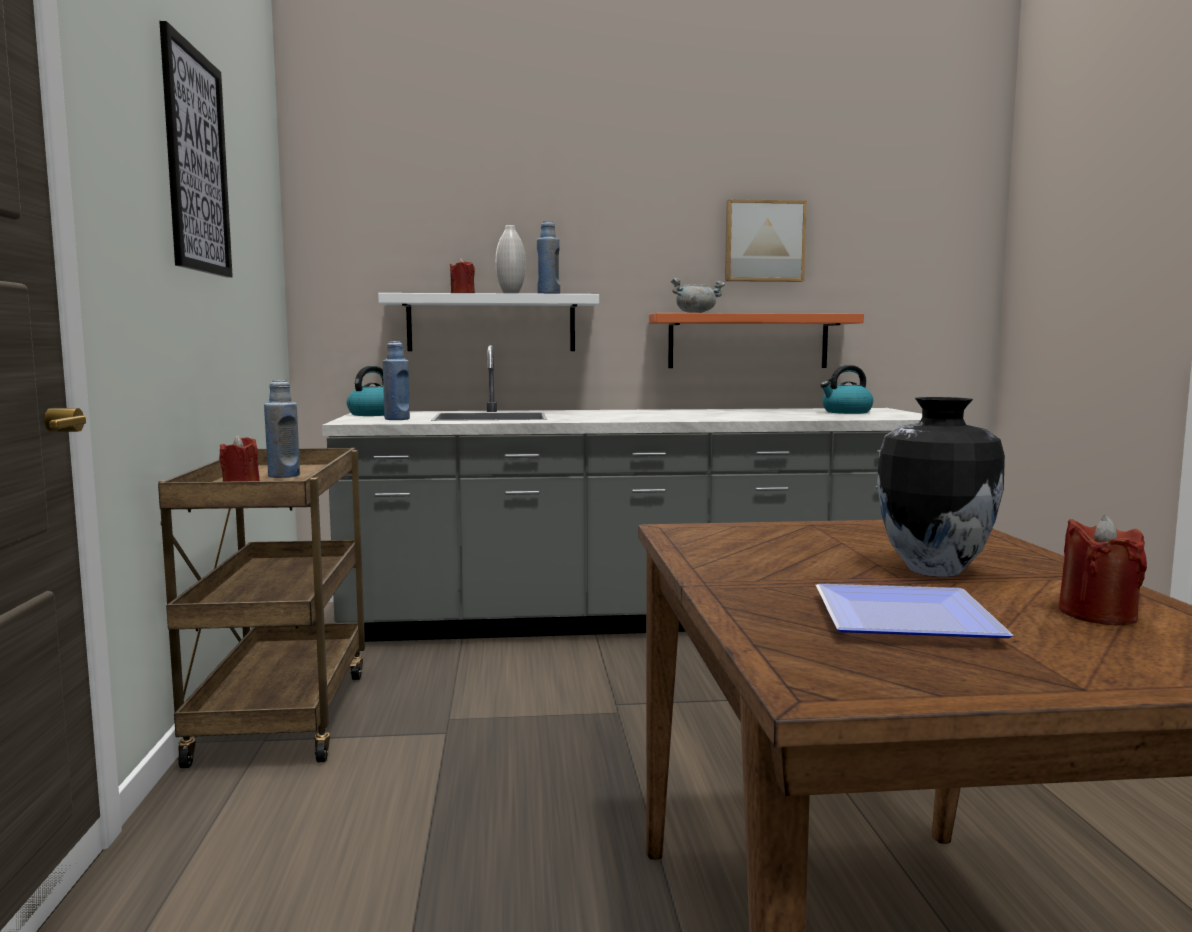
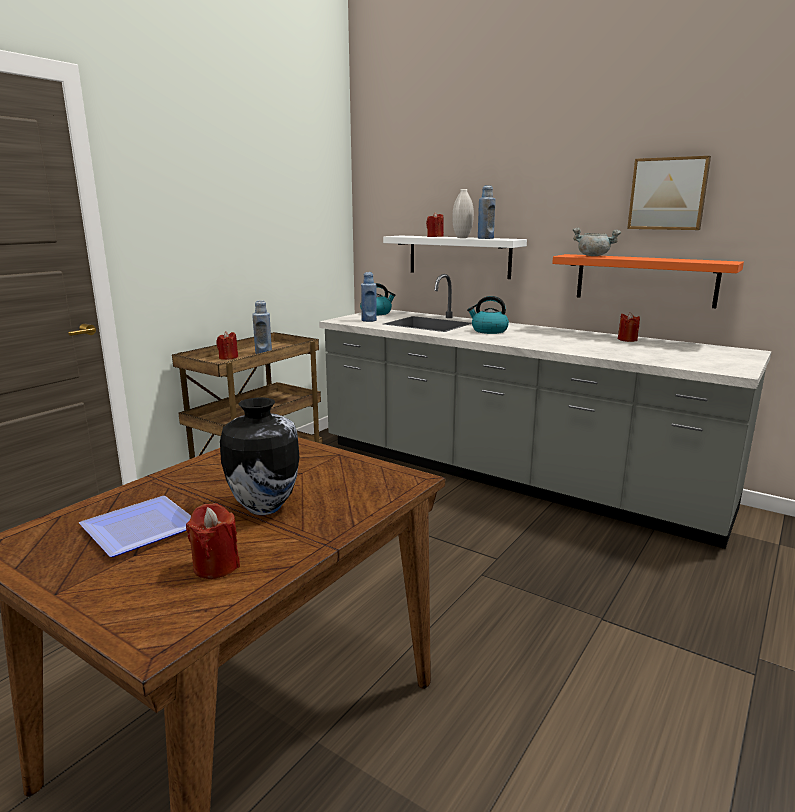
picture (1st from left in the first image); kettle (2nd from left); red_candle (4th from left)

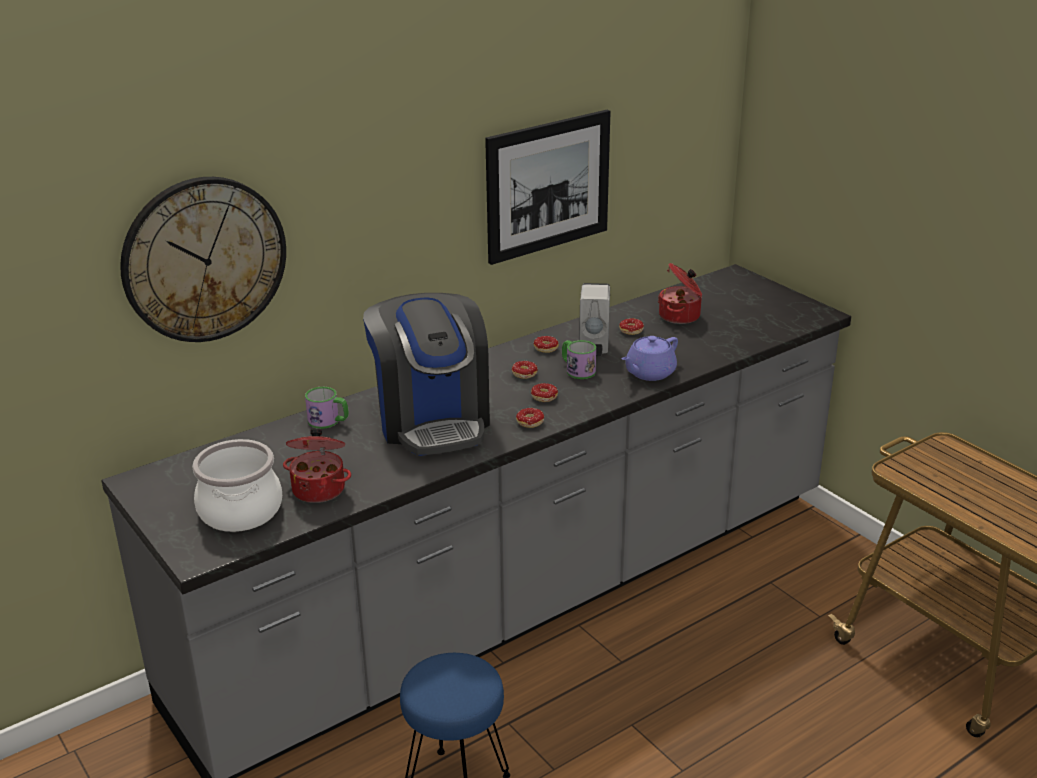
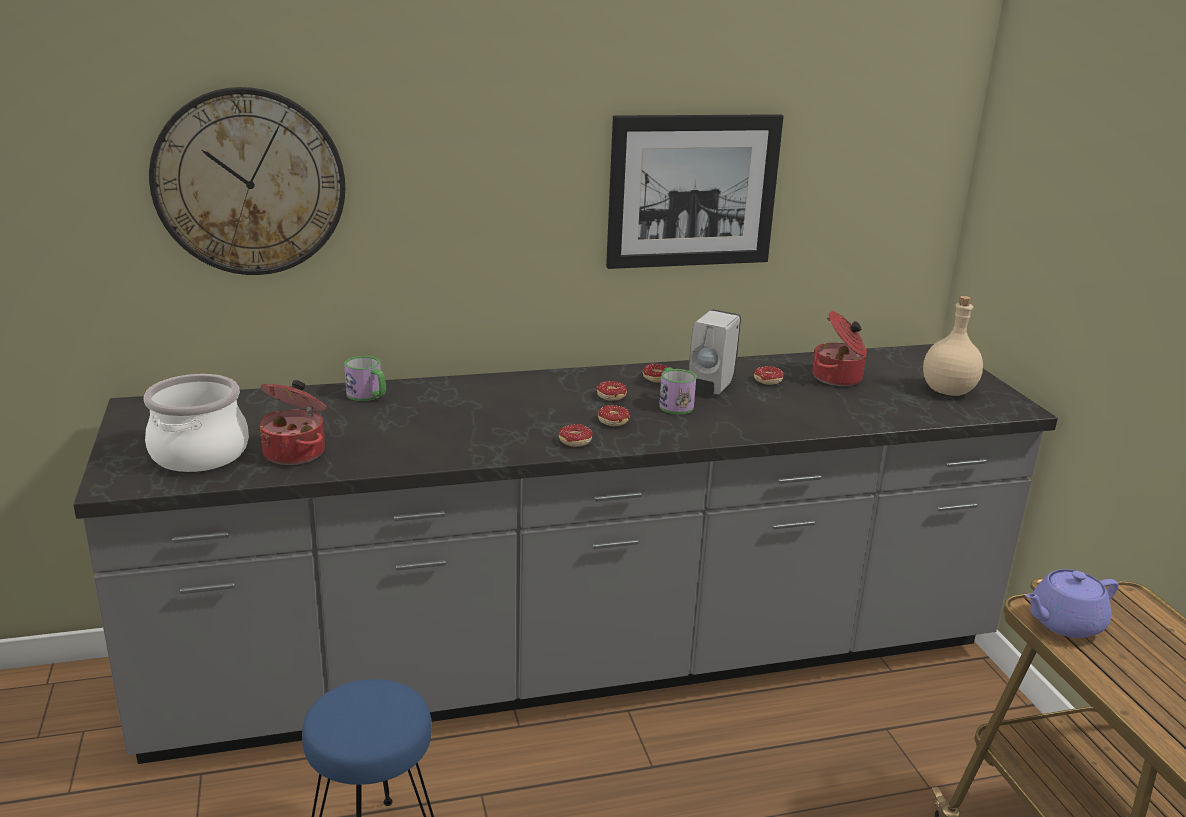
coffee_machine; purple_teapot; beige_bottle

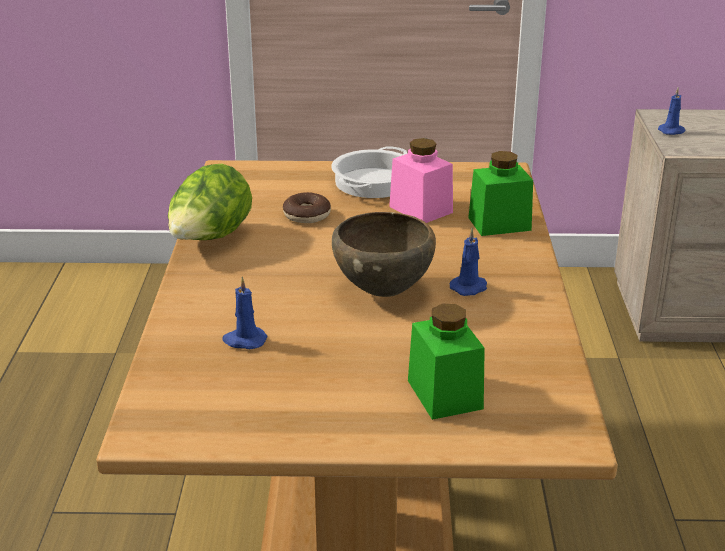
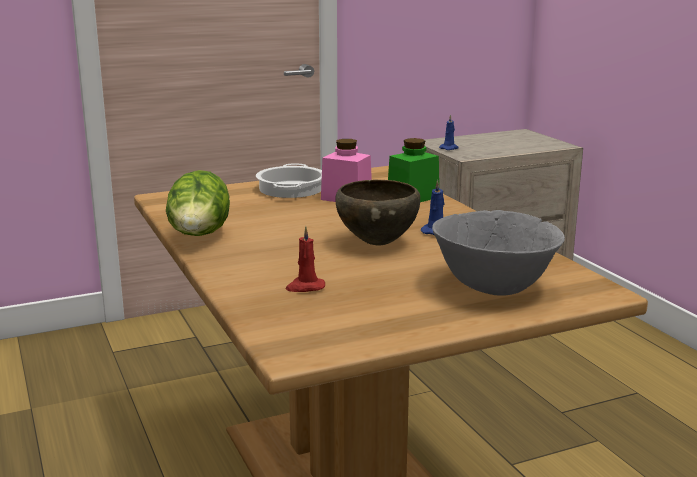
donut; red_candle; grey_bowl

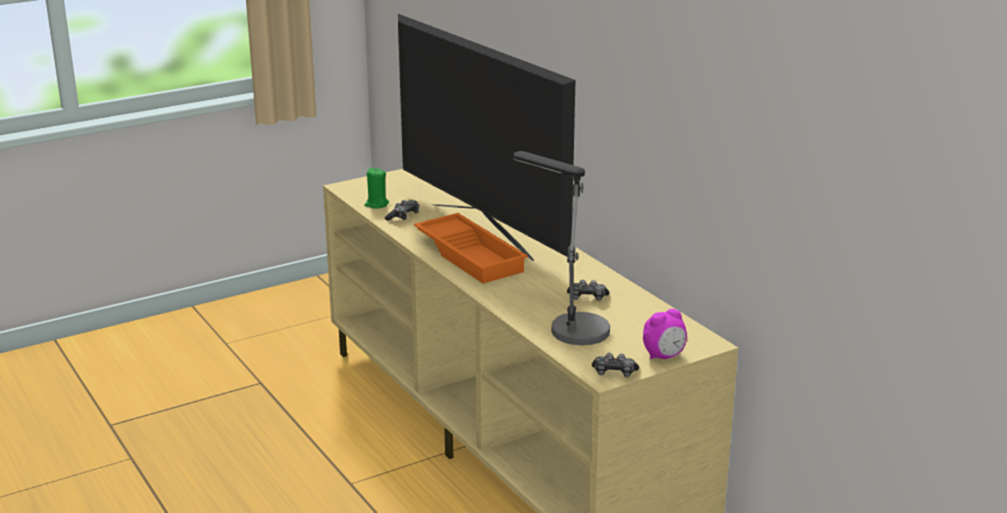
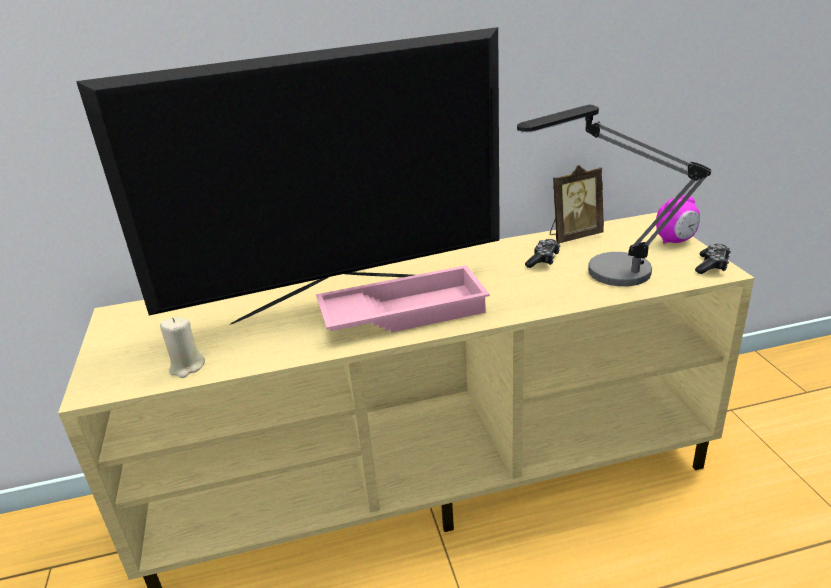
beige_candle; game_controller (1st from left in the first image); pink_tray; alarm_clock; picture_frame

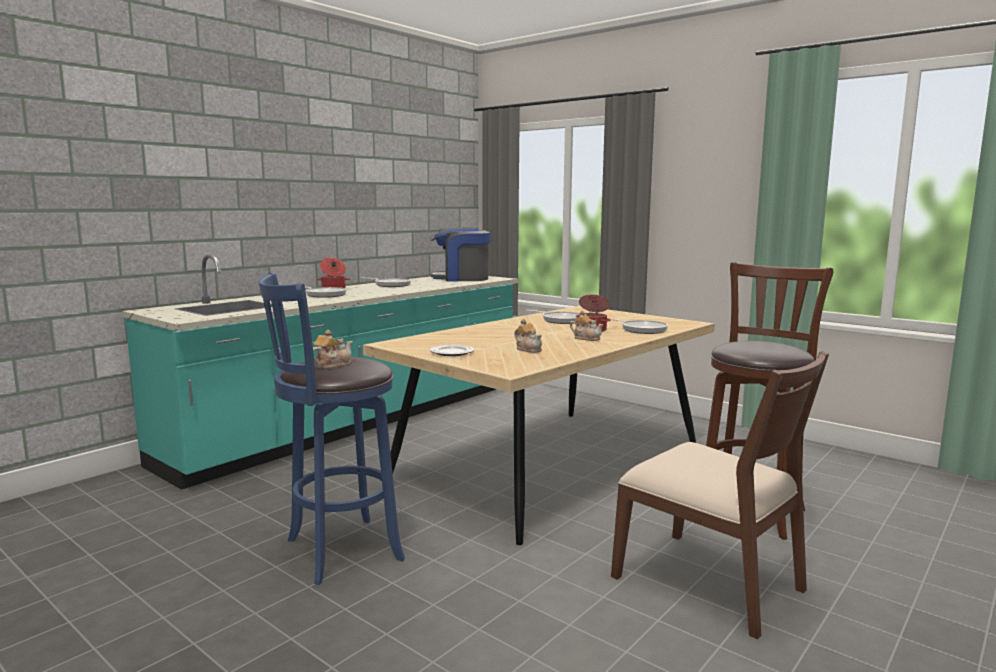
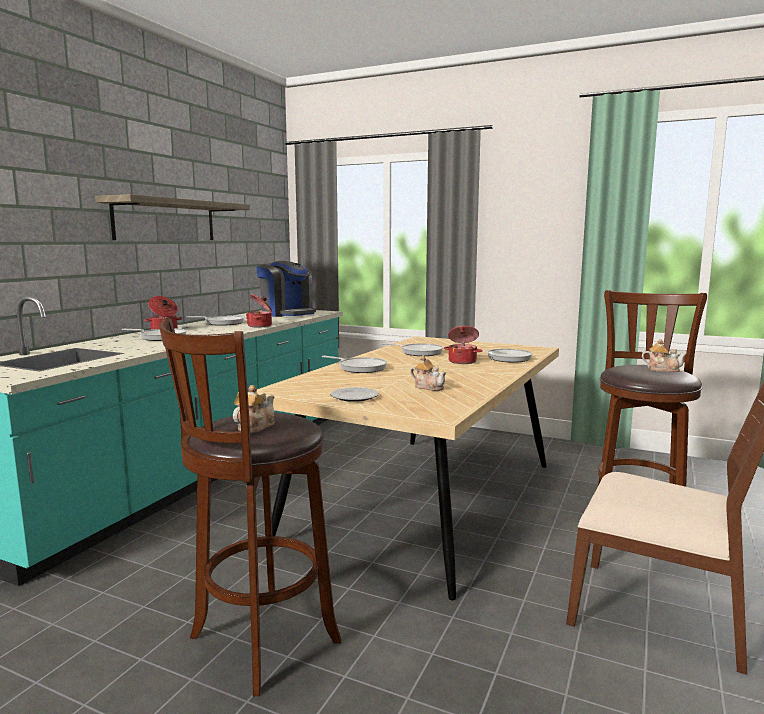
coffee_machine; brown_stool (1st from left); teapot (3rd from left); shelf; cooking_pot (2nd from left); frying_pan (3rd from left)

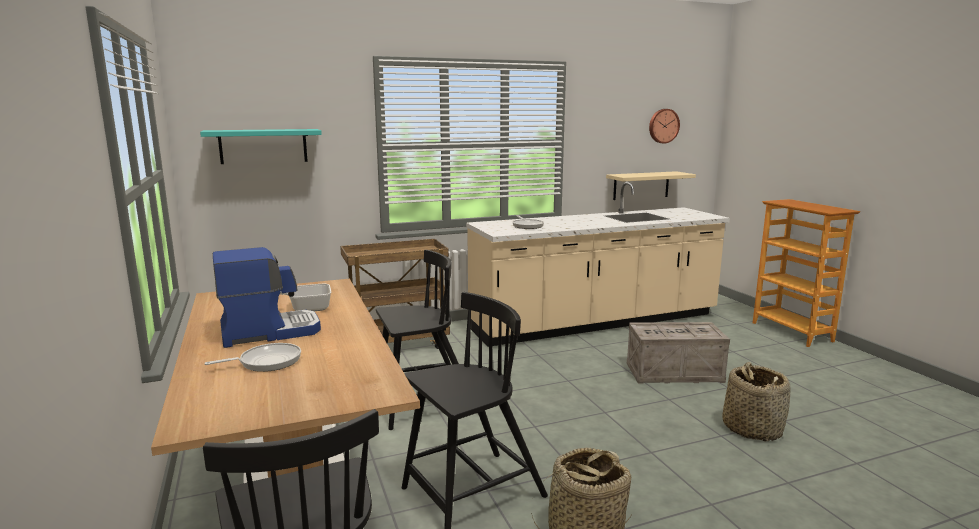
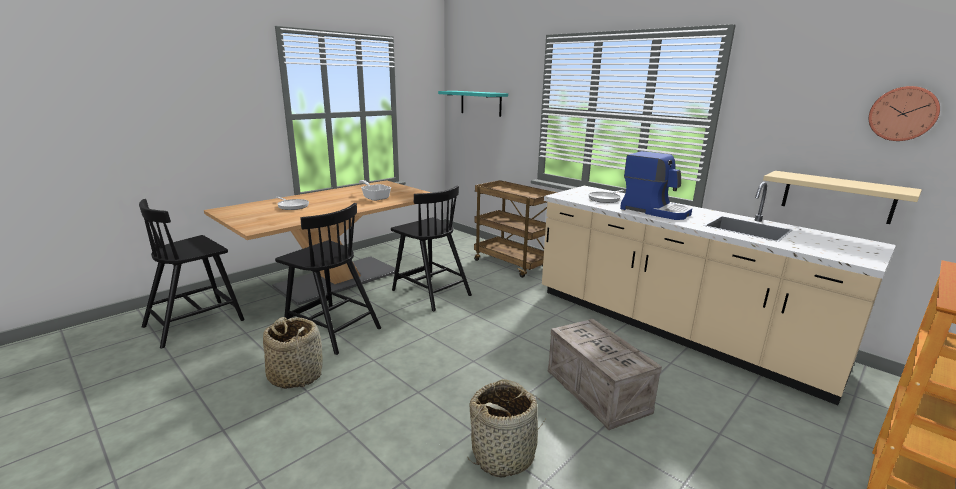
coffee_machine

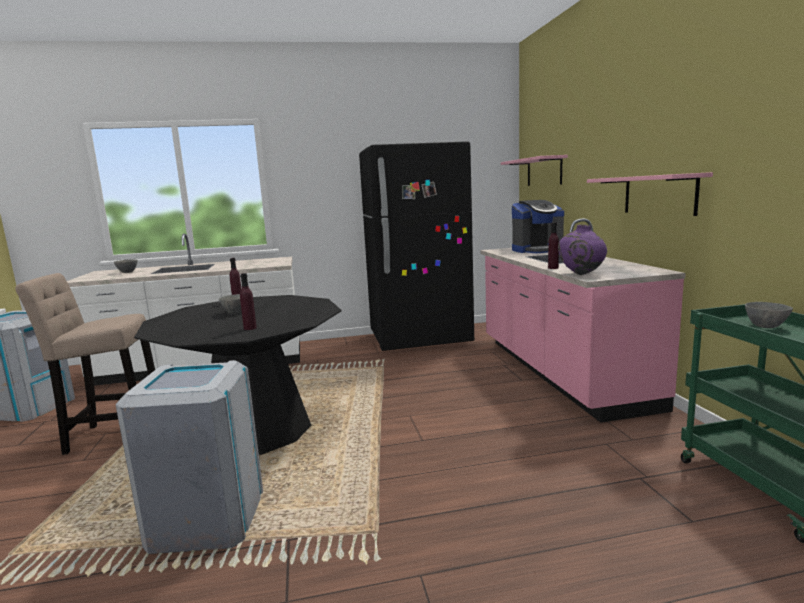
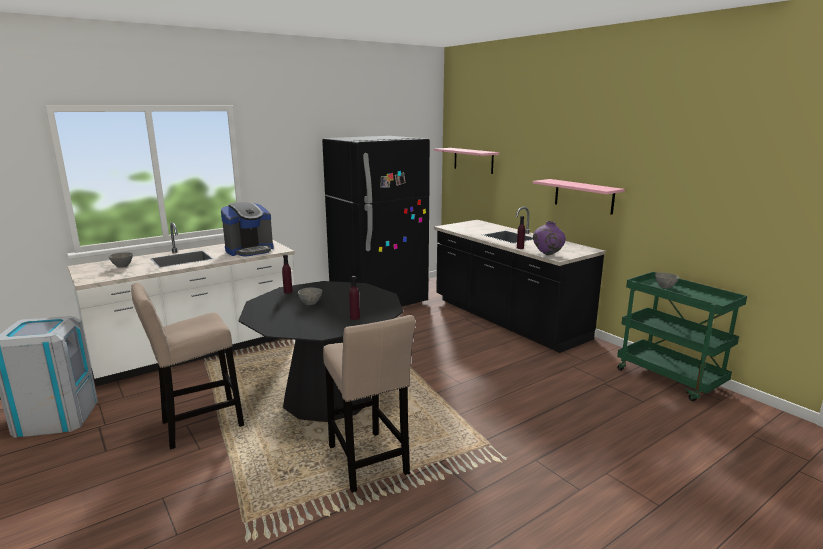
coffee_machine; black_counter; beige_stool (2nd from left)

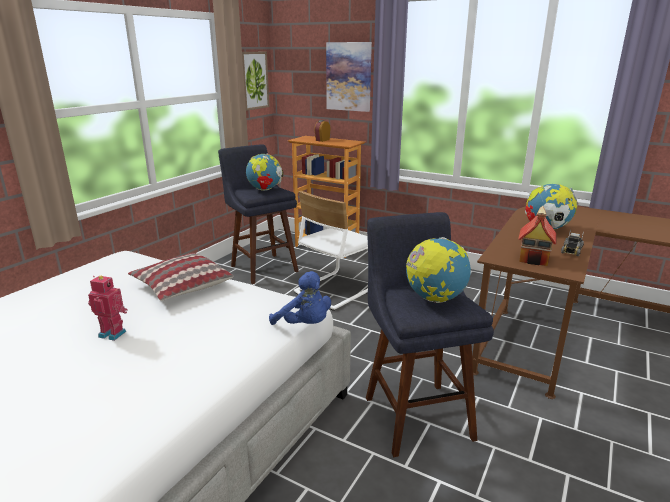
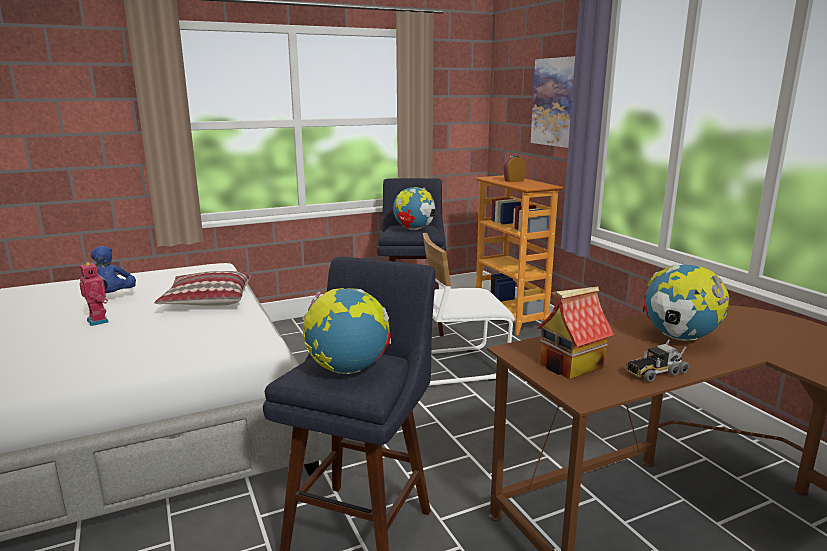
picture (1st from left in the first image); blue_plush_toy

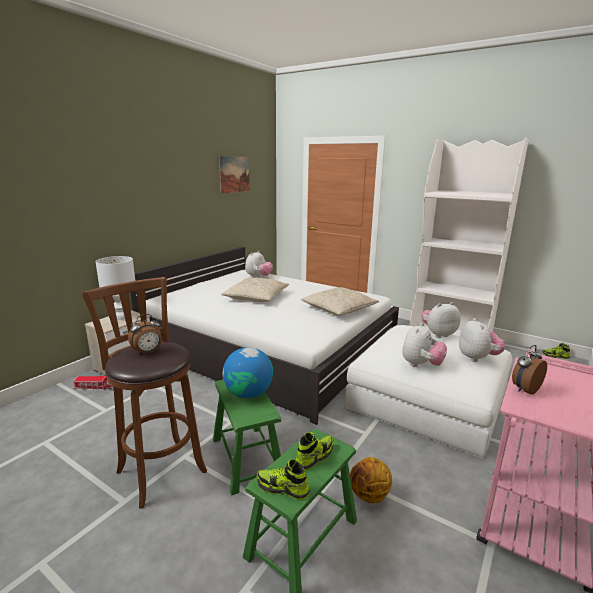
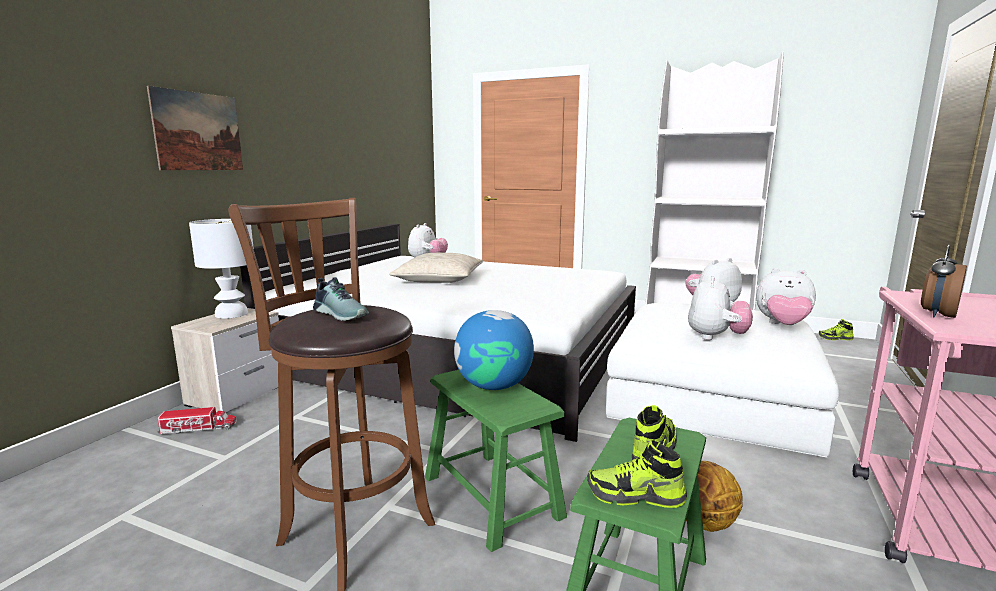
picture; beige_pillow (2nd from left in the first image); shoe (1st from left); plush_toy (4th from left)

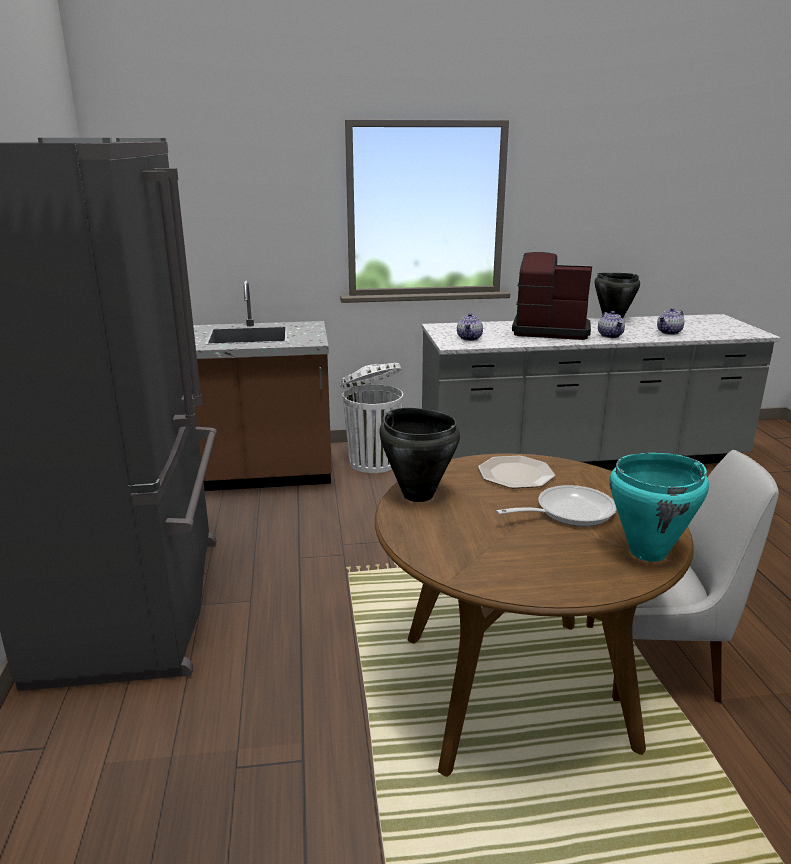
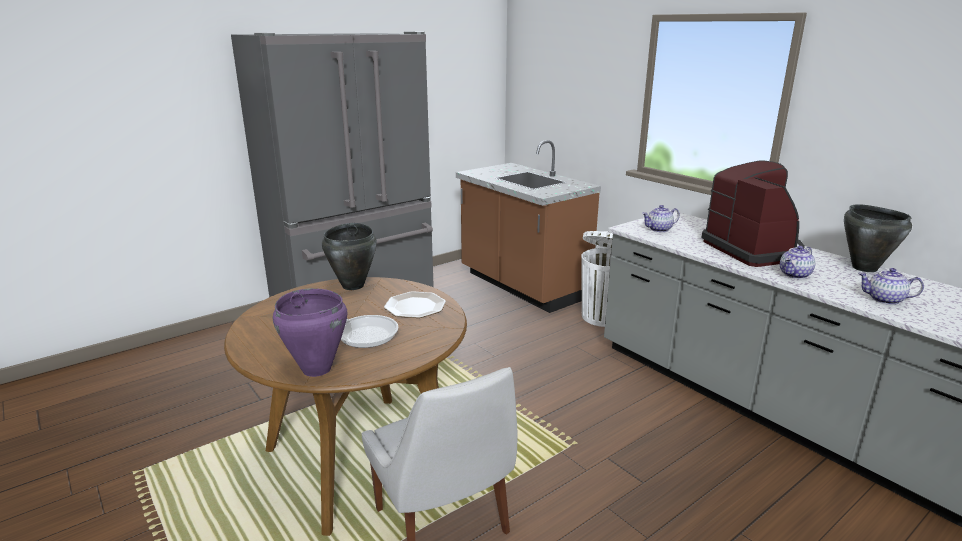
purple_cooking_pot

